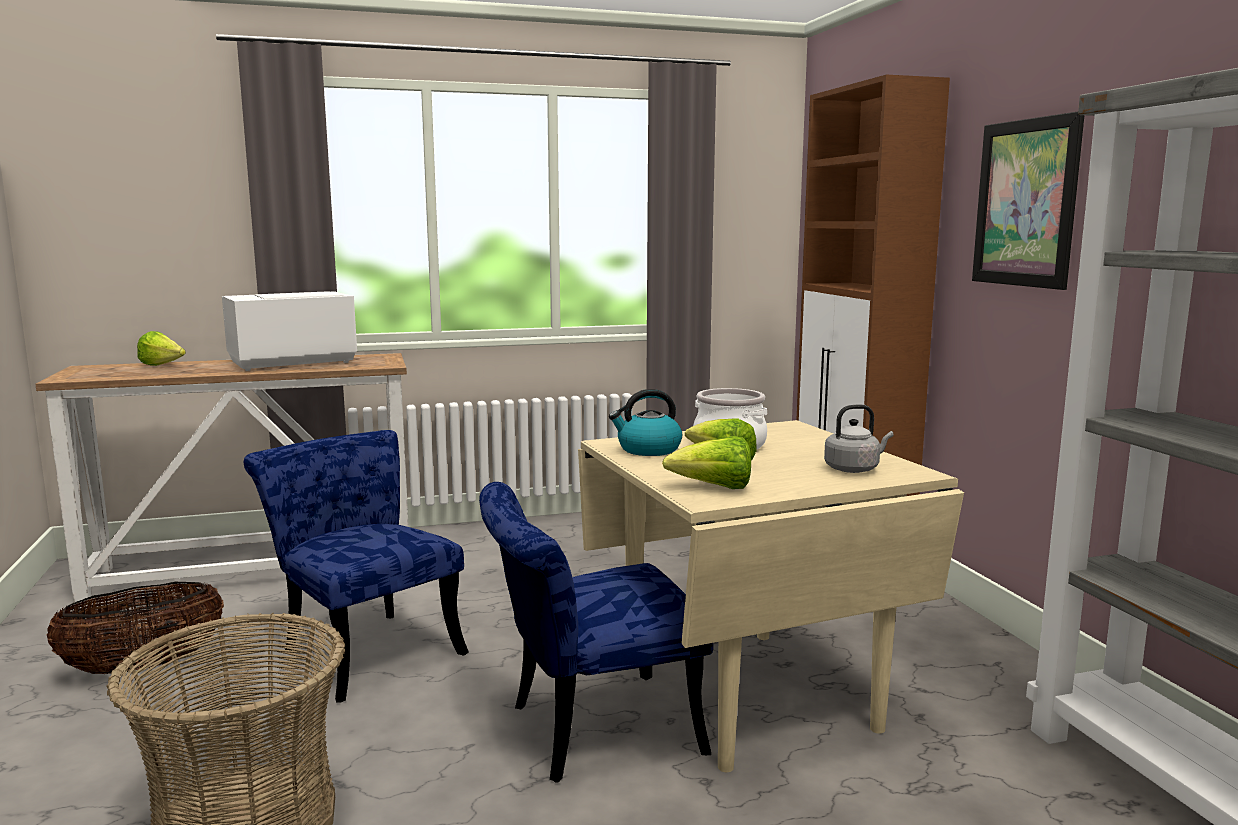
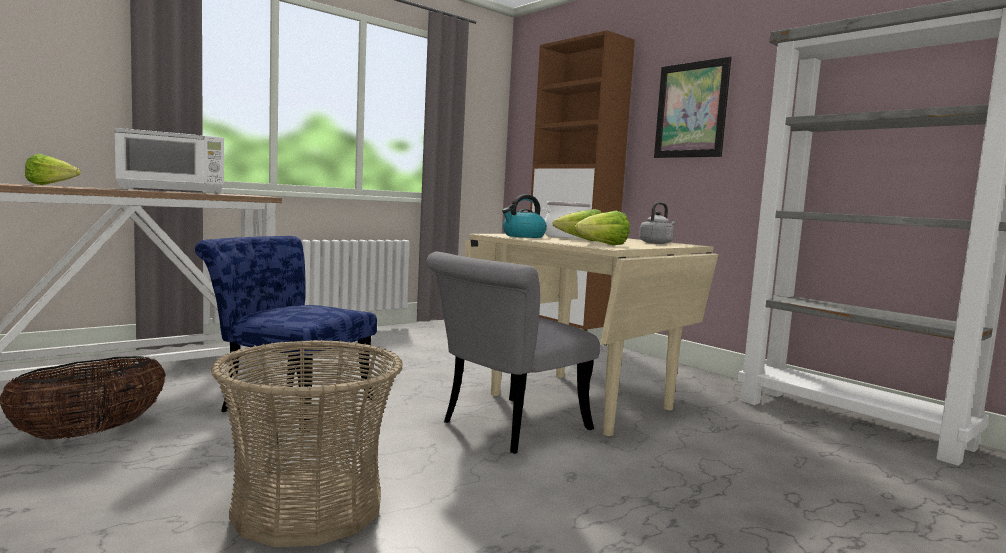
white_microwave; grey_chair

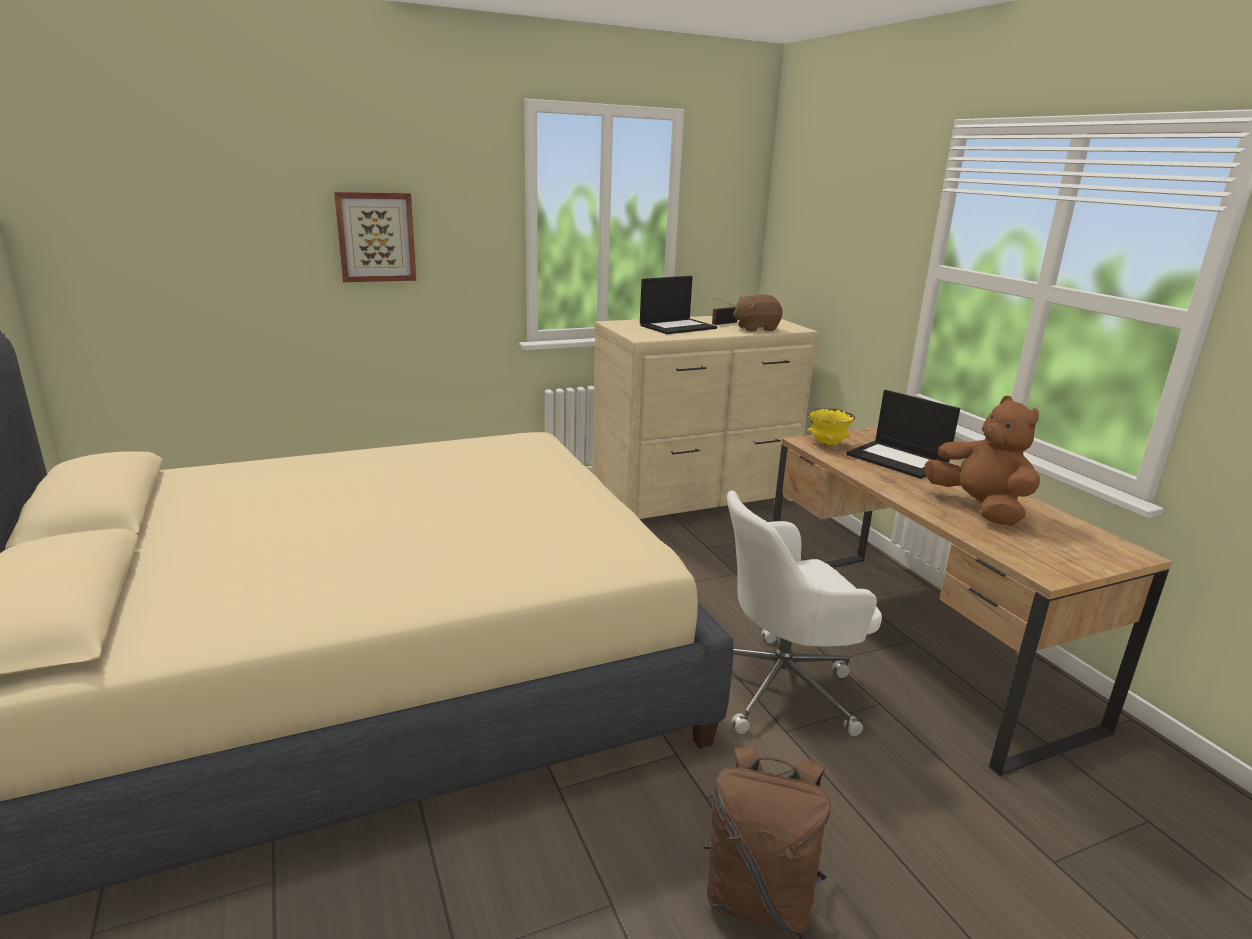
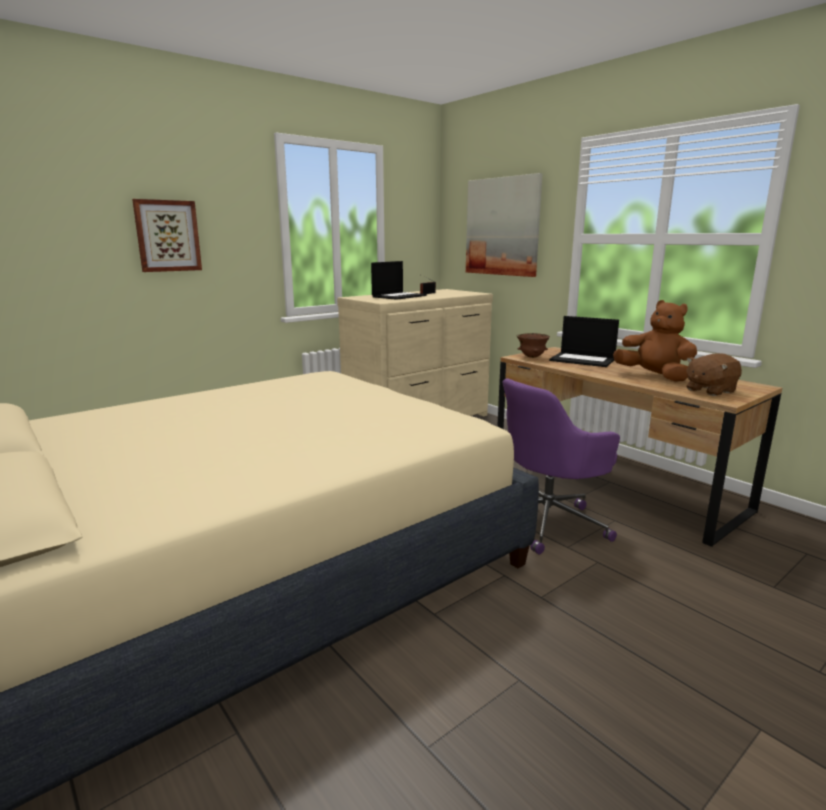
brown_plush_toy (2nd from left); brown_bowl; purple_office_chair; brown_backpack; picture (2nd from left)

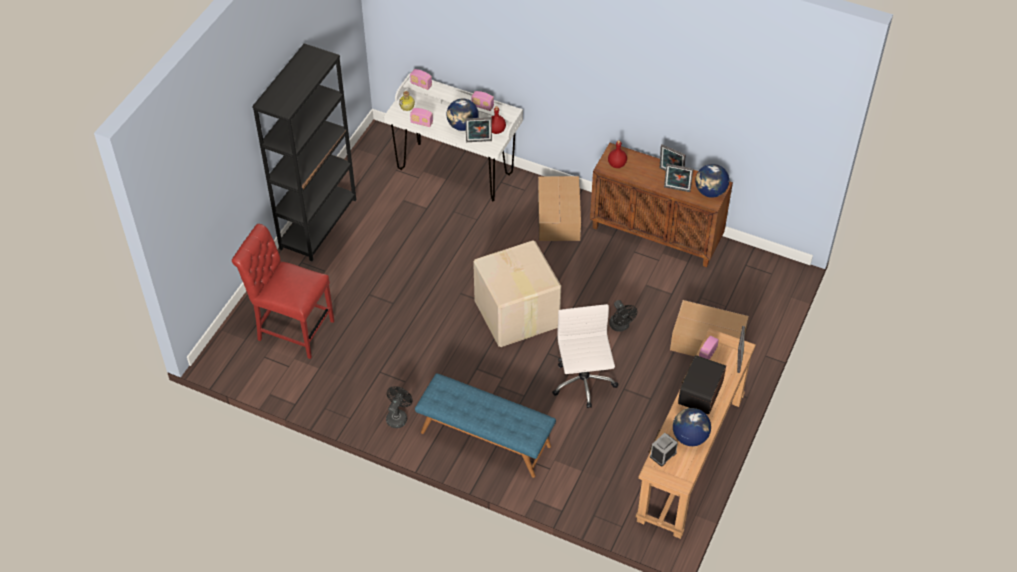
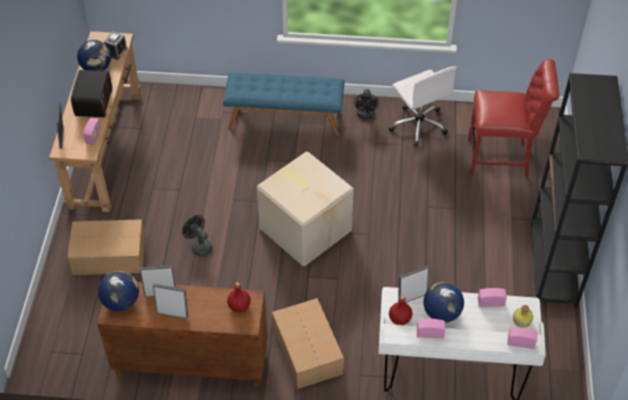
white_office_chair

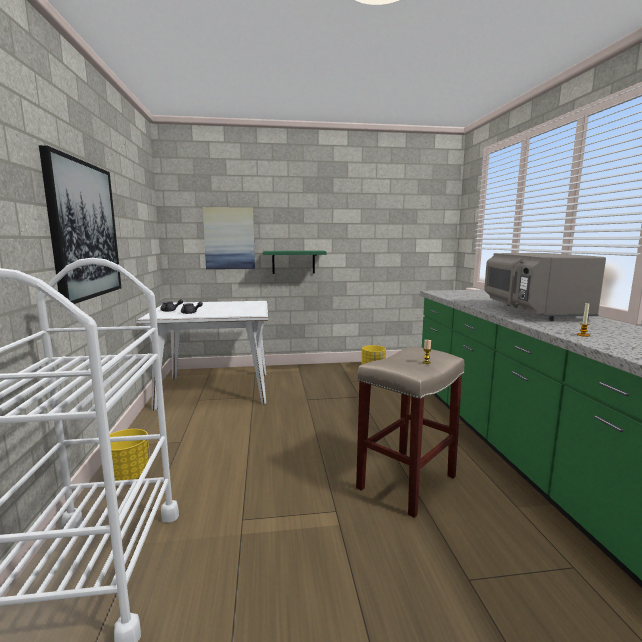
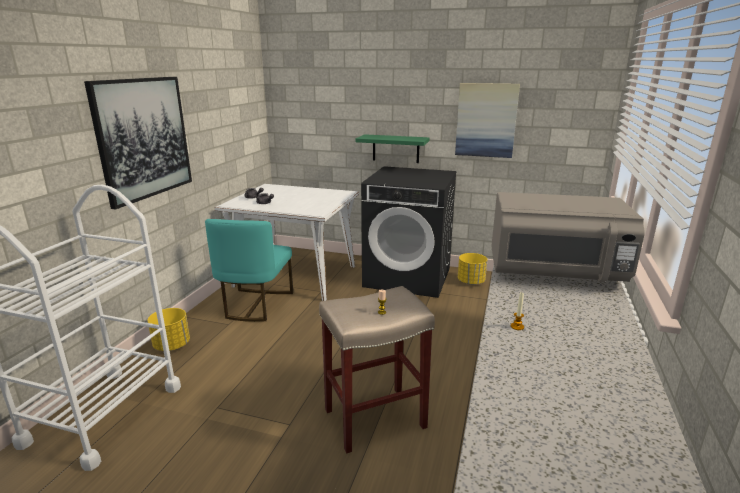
picture (2nd from left); grey_microwave; black_washing_machine; turquoise_chair

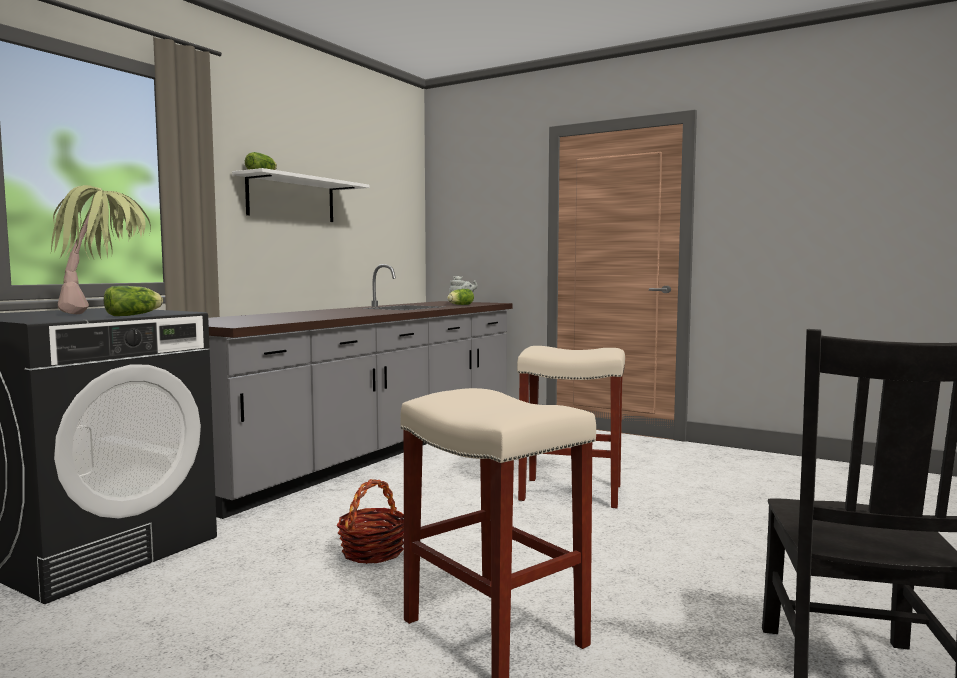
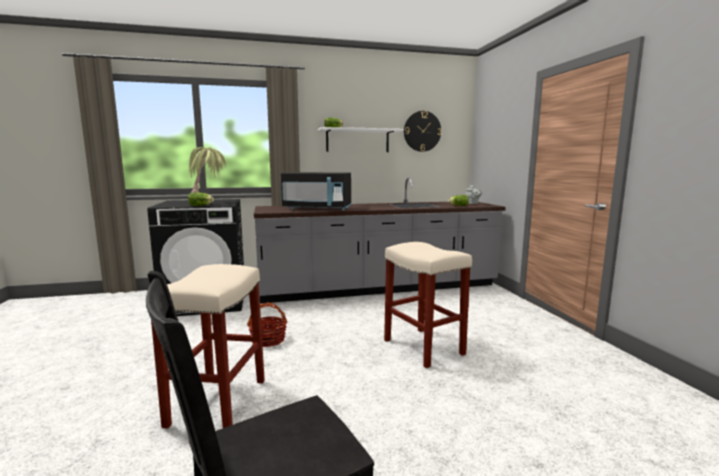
wall_clock; black_microwave

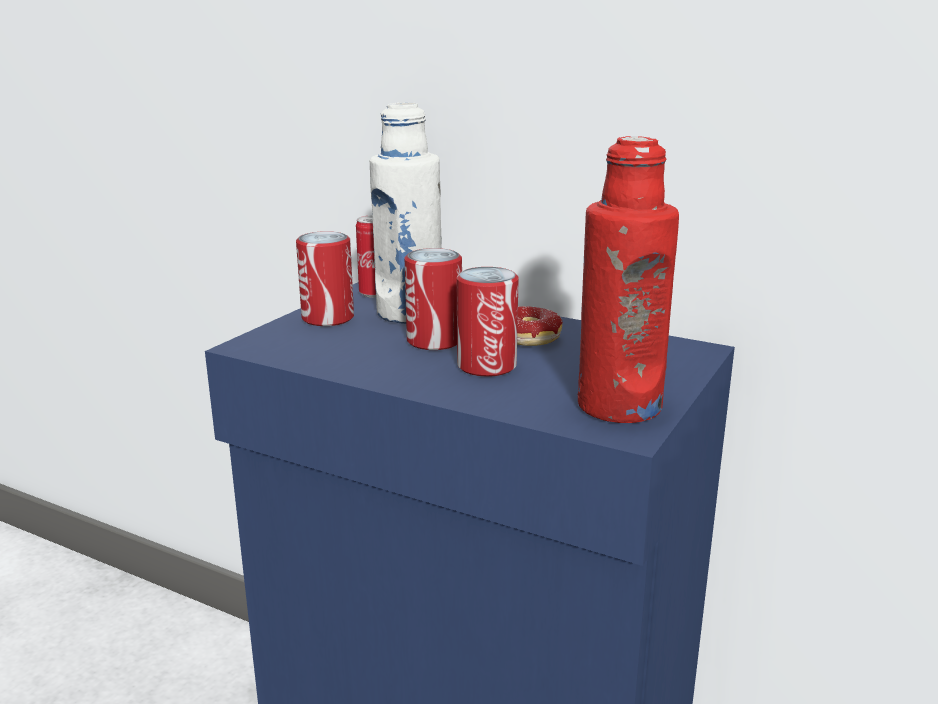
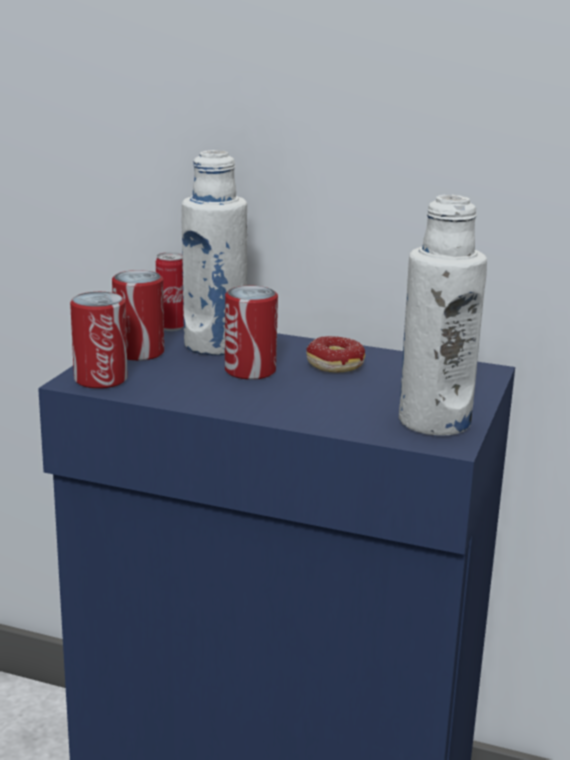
white_bottle (2nd from left); can (1st from left)

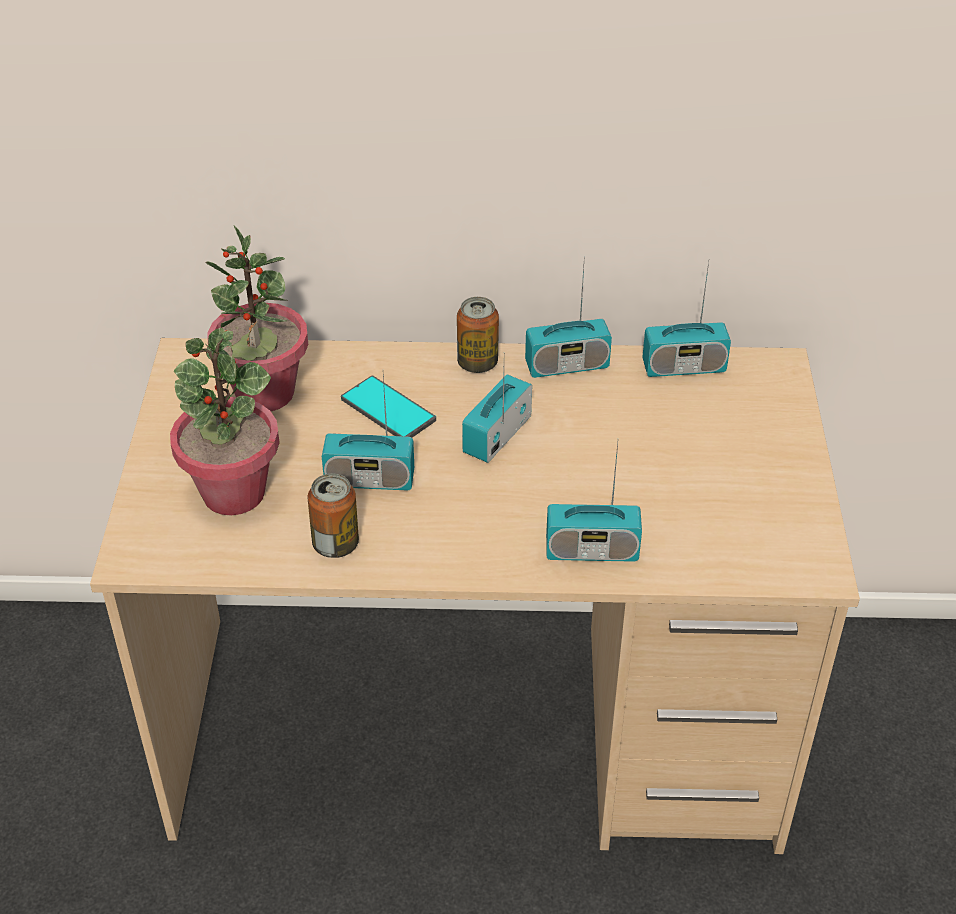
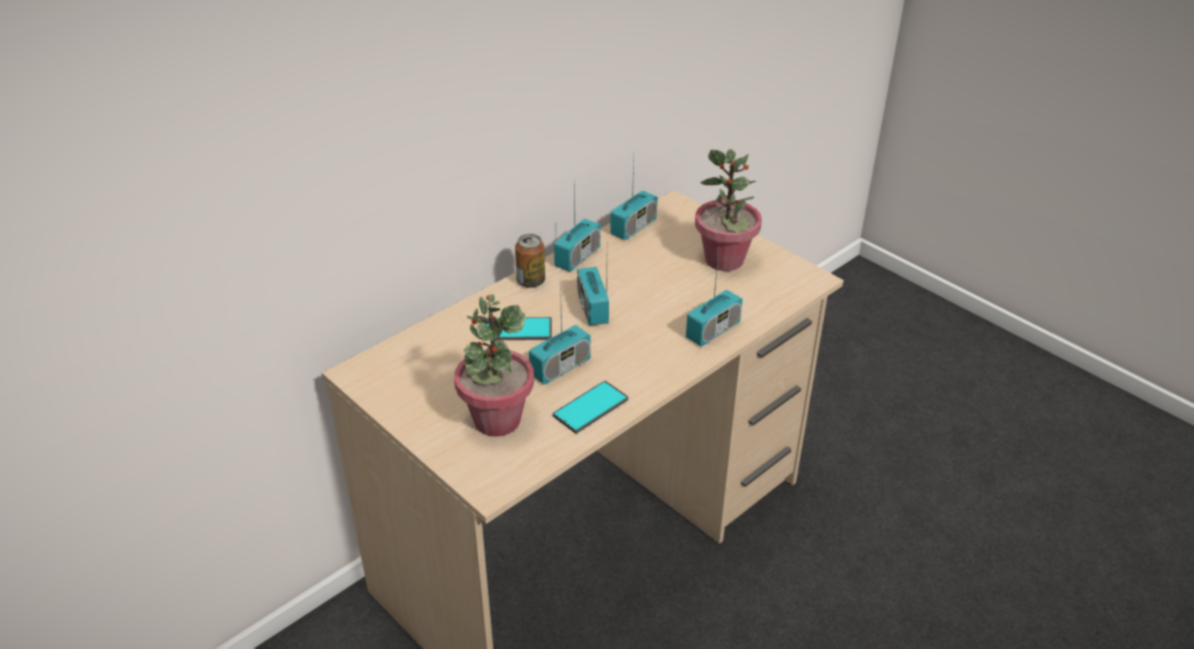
potted_plant (2nd from left); phone (2nd from left)

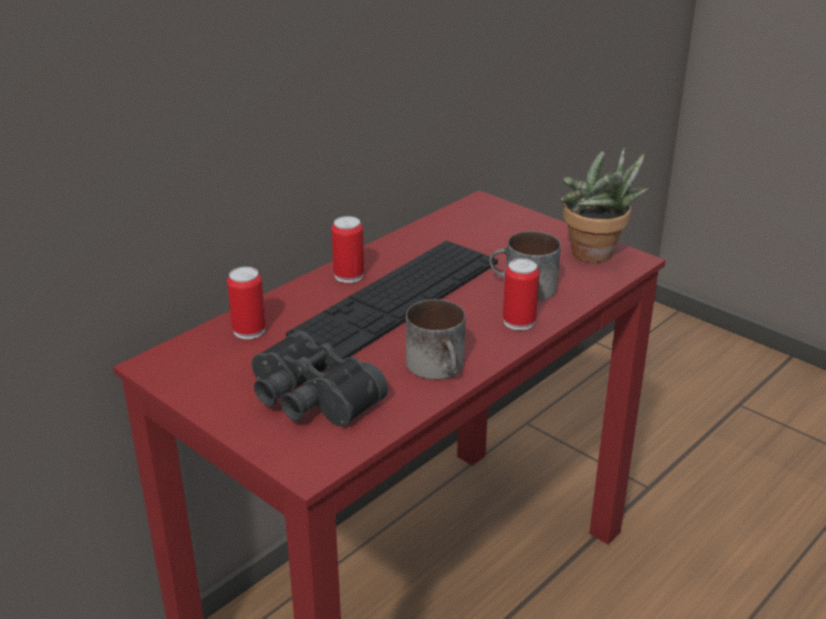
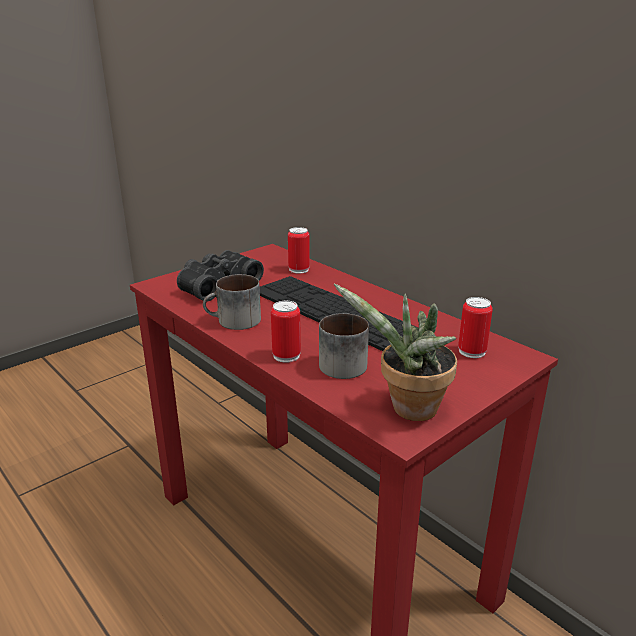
can (3rd from left)

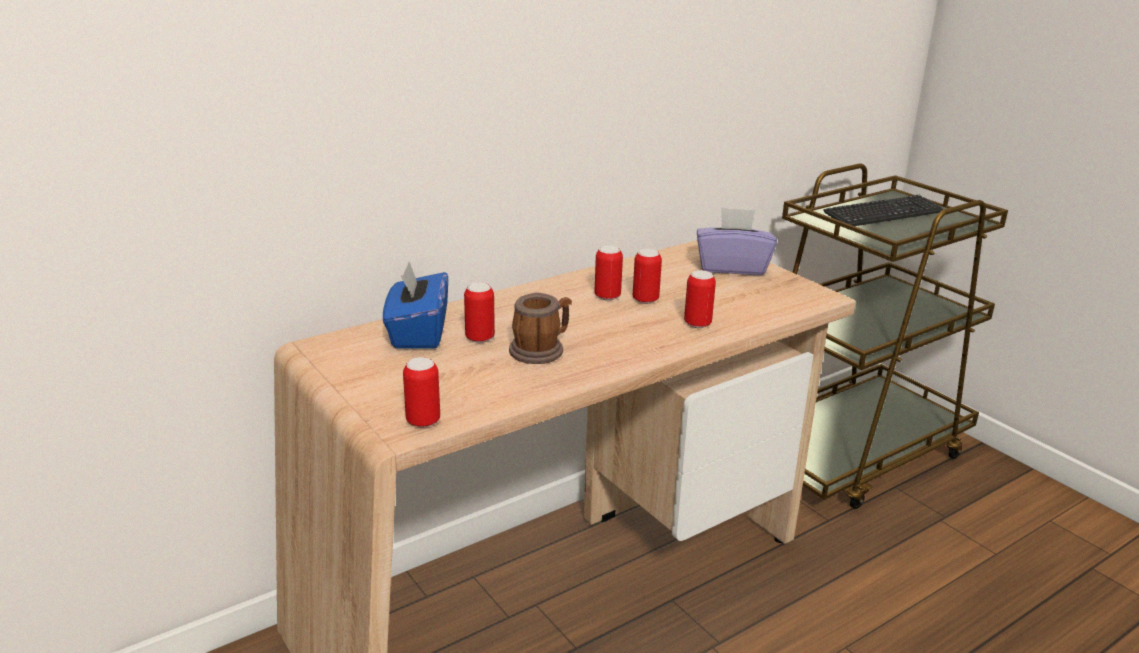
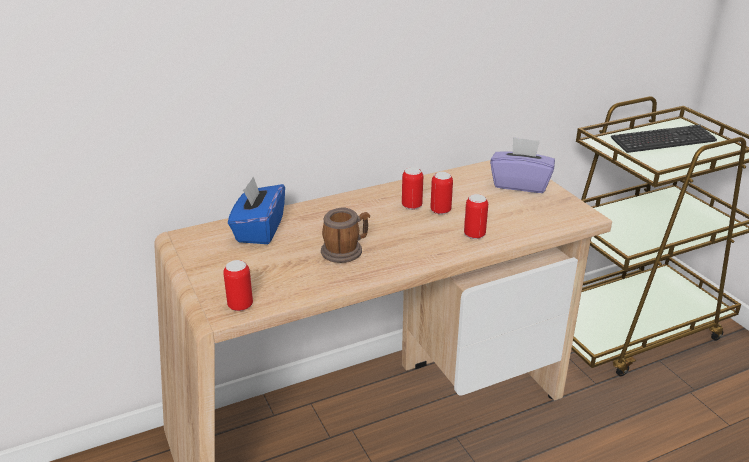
can (2nd from left in the first image)

